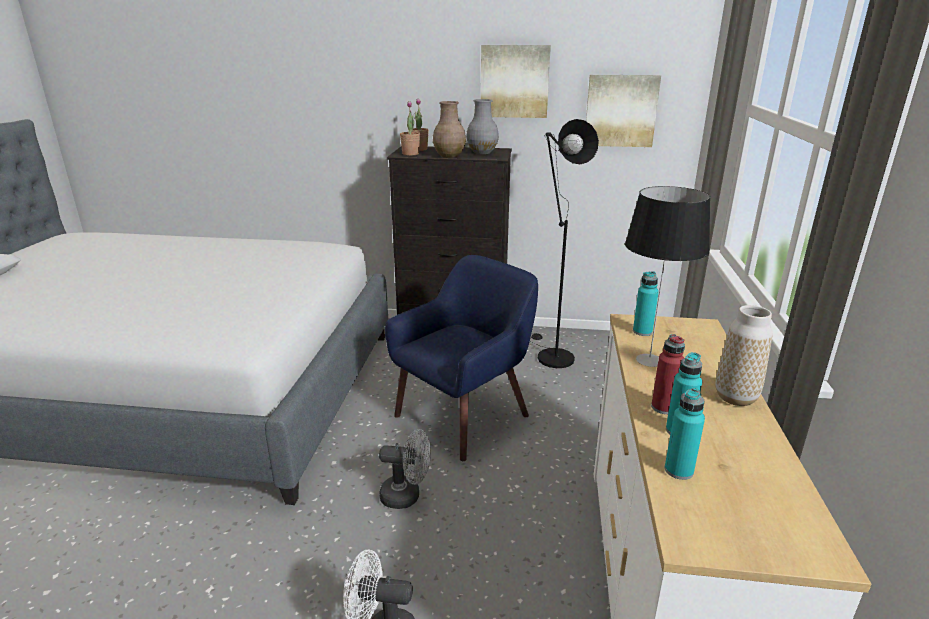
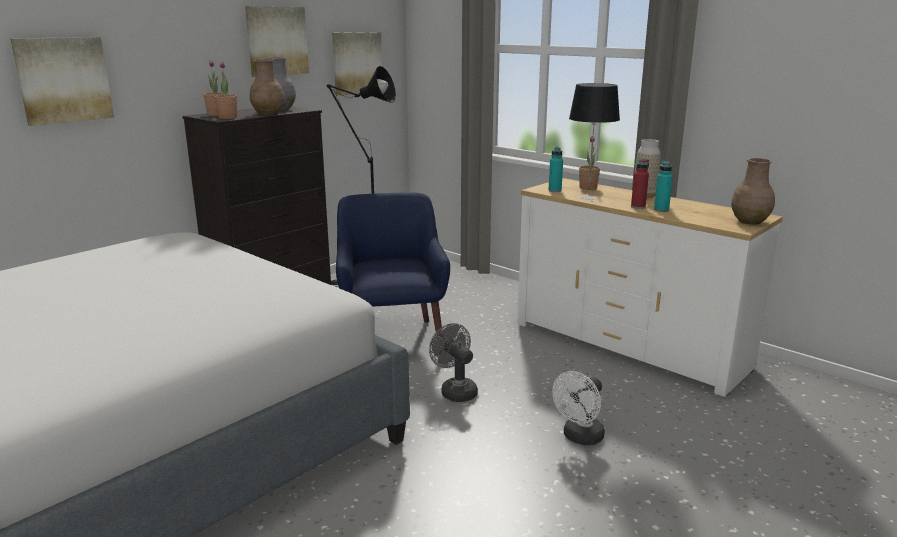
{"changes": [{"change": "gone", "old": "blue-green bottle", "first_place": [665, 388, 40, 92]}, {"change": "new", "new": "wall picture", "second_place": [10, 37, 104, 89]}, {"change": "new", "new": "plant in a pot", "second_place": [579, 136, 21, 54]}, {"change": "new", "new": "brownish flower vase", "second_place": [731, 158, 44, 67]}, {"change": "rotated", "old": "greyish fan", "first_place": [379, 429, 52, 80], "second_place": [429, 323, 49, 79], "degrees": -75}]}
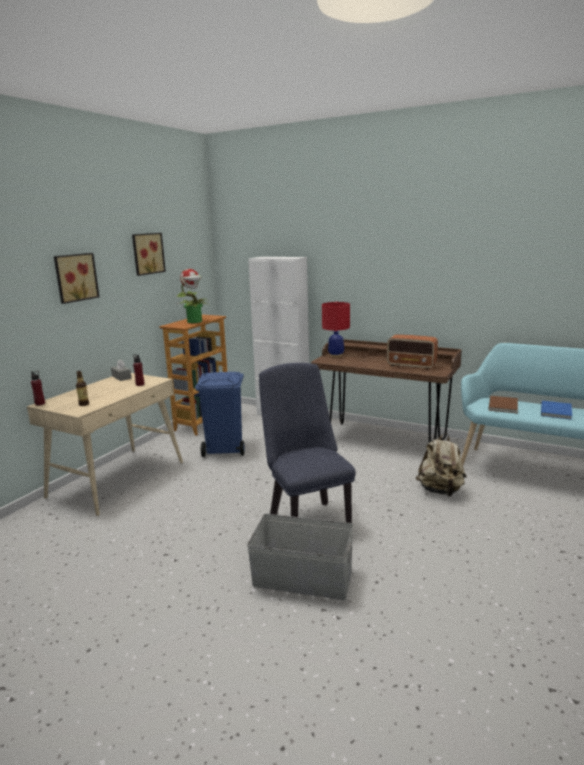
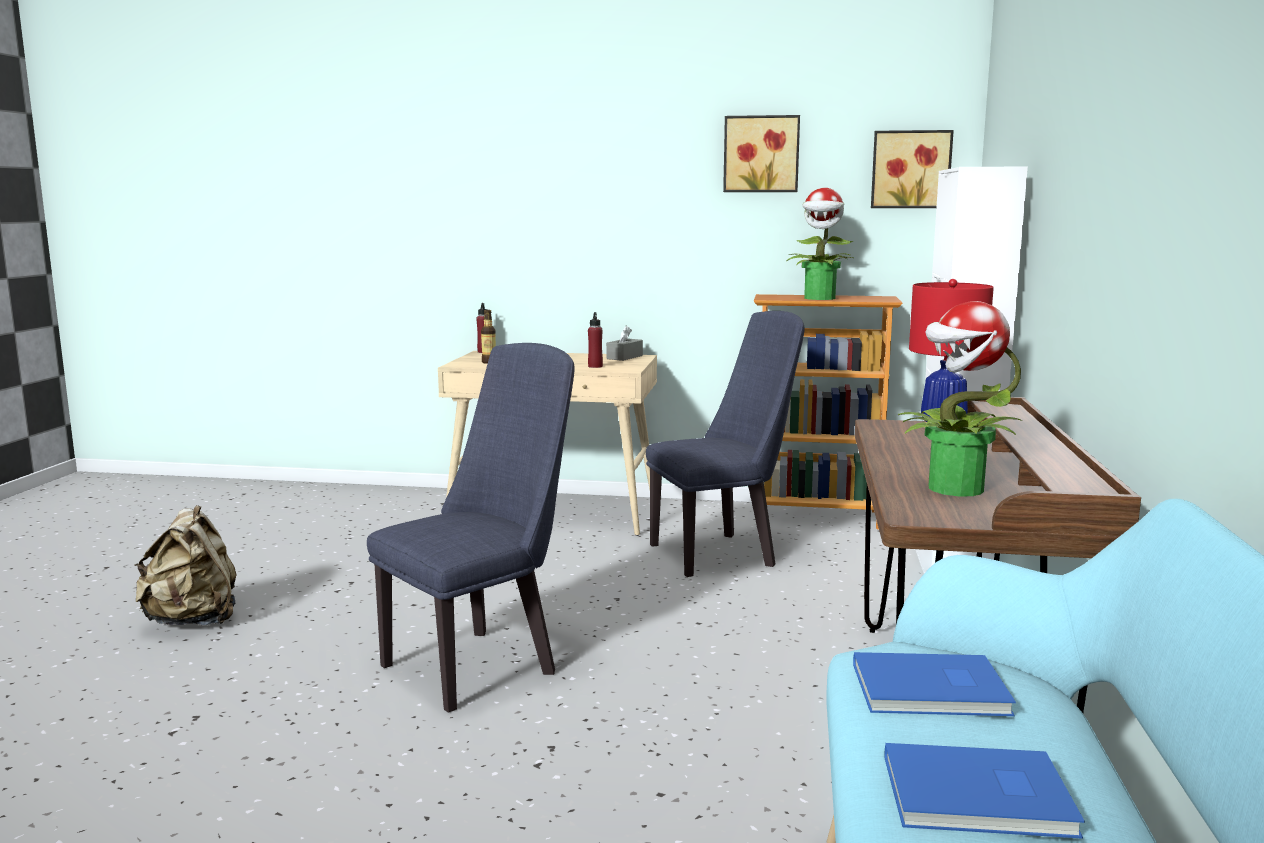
{"changes": [{"change": "gone", "old": "greyish storage bin", "first_place": [247, 514, 106, 86]}, {"change": "shifted", "old": "wall picture", "first_place": [54, 253, 46, 51], "second_place": [871, 130, 83, 78]}, {"change": "shifted", "old": "beige-coloured rucksack", "first_place": [416, 433, 51, 64], "second_place": [134, 505, 103, 120]}, {"change": "swapped", "old": "blue trash can", "new": "blue plain chair", "first_place": [195, 372, 50, 85], "second_place": [646, 311, 159, 266]}, {"change": "swapped", "old": "radio set", "new": "plant in a pot", "first_place": [387, 334, 51, 36], "second_place": [898, 301, 124, 196]}, {"change": "repainted", "old": "brownish volume", "new": "blue volume", "first_place": [489, 396, 29, 17], "second_place": [853, 652, 163, 64]}]}
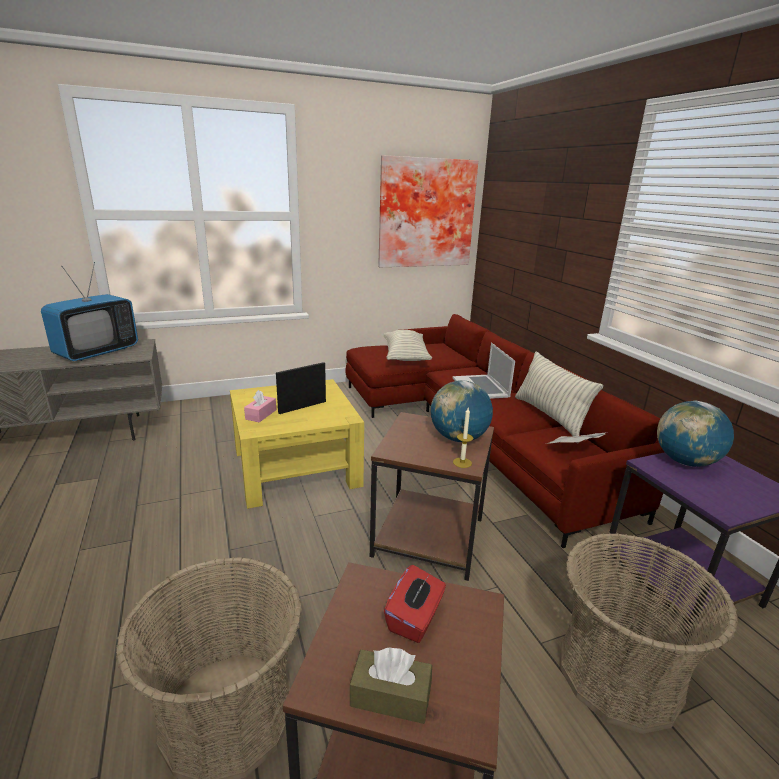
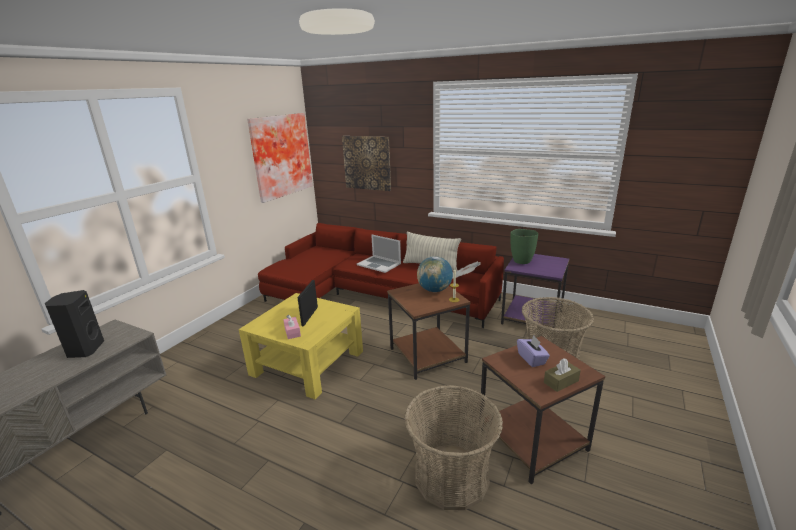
{"changes": [{"change": "gone", "old": "throw pillow", "first_place": [383, 330, 49, 31]}, {"change": "new", "new": "wall picture", "second_place": [342, 136, 49, 55]}, {"change": "swapped", "old": "TV", "new": "blackish loudspeaker", "first_place": [41, 262, 97, 99], "second_place": [45, 290, 59, 68]}, {"change": "swapped", "old": "desk globe", "new": "green-coloured flower vase", "first_place": [657, 400, 77, 67], "second_place": [510, 229, 28, 35]}, {"change": "repainted", "old": "red tissue holder", "new": "purple tissue holder", "first_place": [384, 565, 62, 78], "second_place": [517, 336, 33, 31]}]}
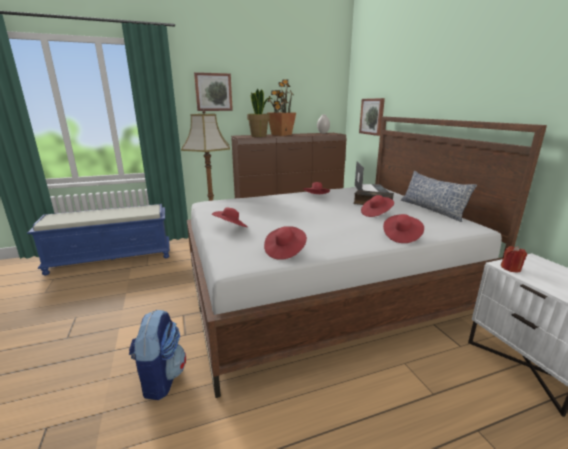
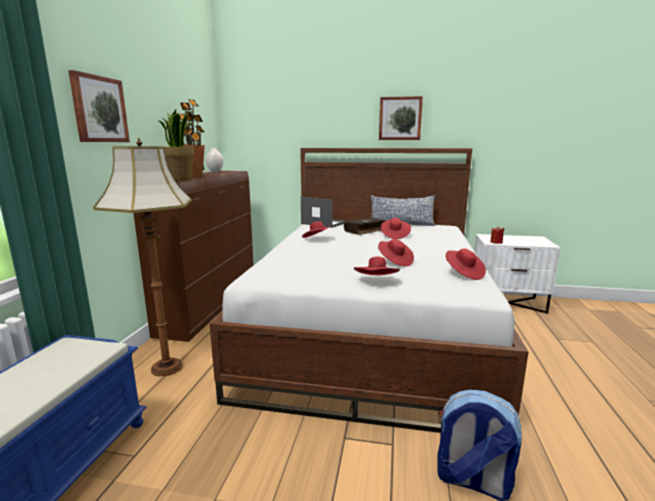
{"changes": [{"change": "shifted", "old": "wall picture", "first_place": [359, 98, 26, 38], "second_place": [379, 96, 44, 44]}, {"change": "shifted", "old": "red wearable hat", "first_place": [383, 214, 41, 29], "second_place": [378, 239, 36, 28]}]}
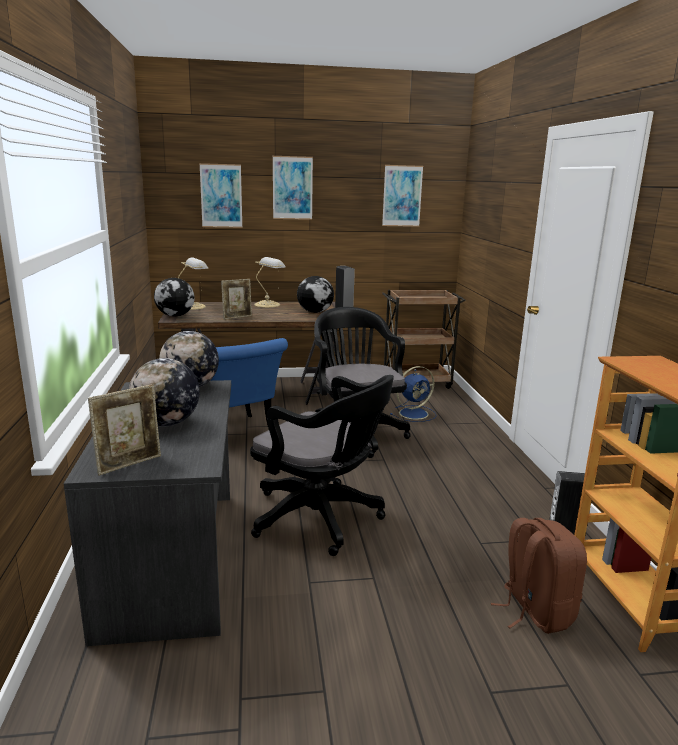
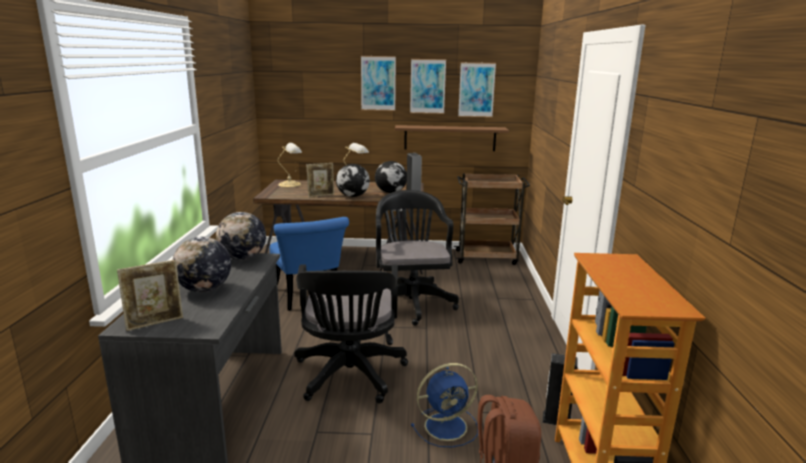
{"changes": [{"change": "new", "new": "brownish bracket shelf", "second_place": [395, 125, 114, 26]}, {"change": "shifted", "old": "desk globe", "first_place": [154, 278, 41, 39], "second_place": [336, 164, 34, 33]}, {"change": "shifted", "old": "wall picture", "first_place": [199, 163, 43, 65], "second_place": [410, 59, 36, 55]}, {"change": "shifted", "old": "blue fan", "first_place": [390, 366, 47, 56], "second_place": [411, 363, 67, 84]}, {"change": "rotated", "old": "blackish desk chair", "first_place": [250, 375, 144, 181], "second_place": [295, 265, 113, 139], "degrees": 45}]}
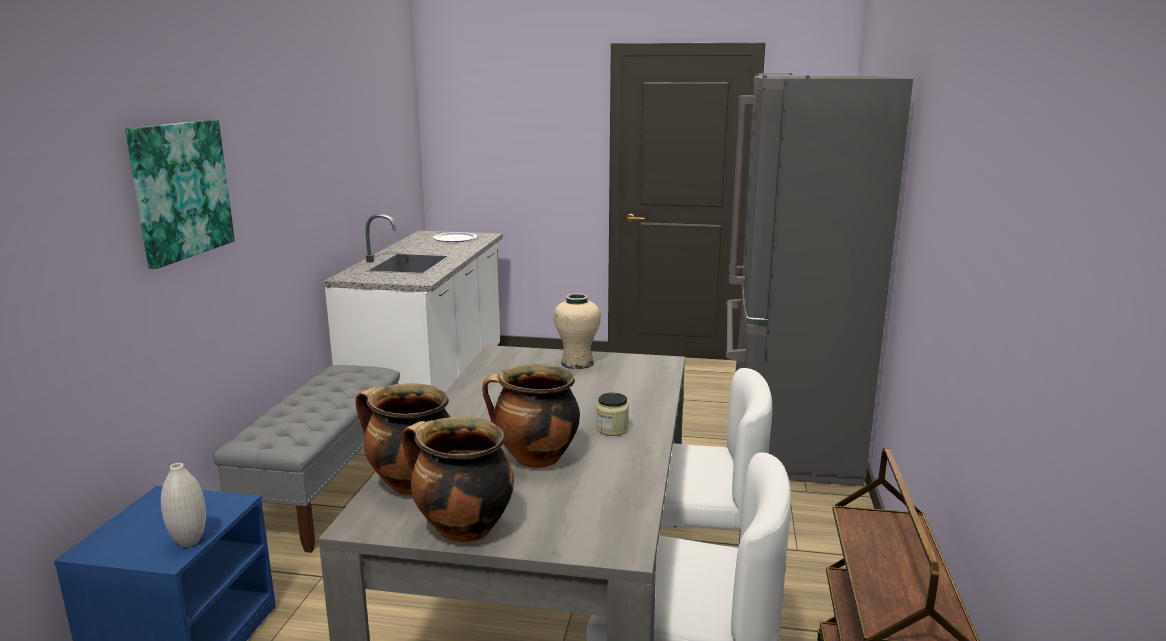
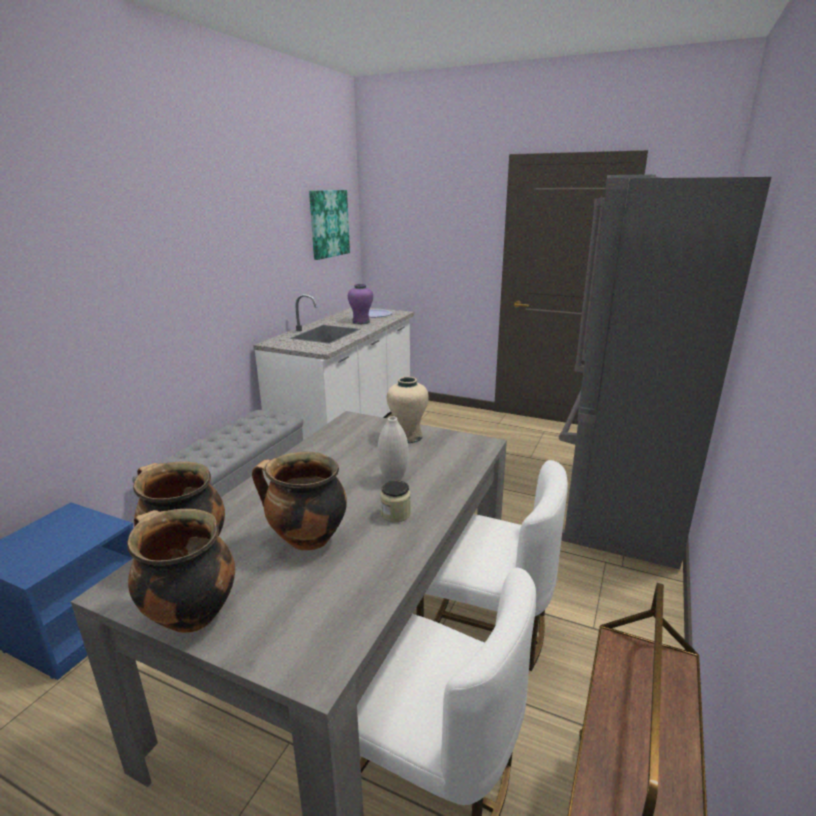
{"changes": [{"change": "new", "new": "purple flower vase", "second_place": [348, 284, 25, 40]}, {"change": "shifted", "old": "wall picture", "first_place": [125, 120, 110, 149], "second_place": [309, 190, 41, 70]}, {"change": "shifted", "old": "white flower vase", "first_place": [161, 463, 45, 84], "second_place": [378, 416, 31, 66]}]}
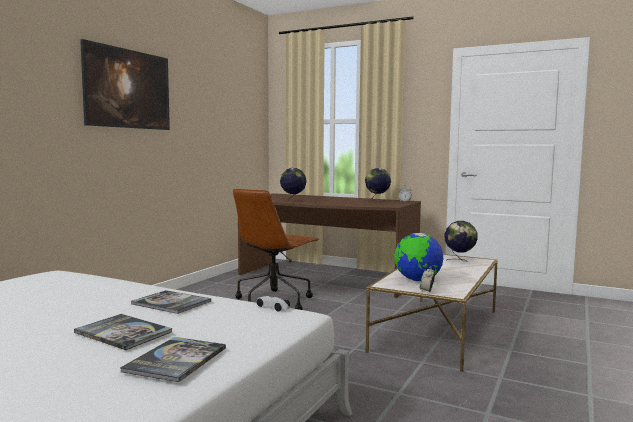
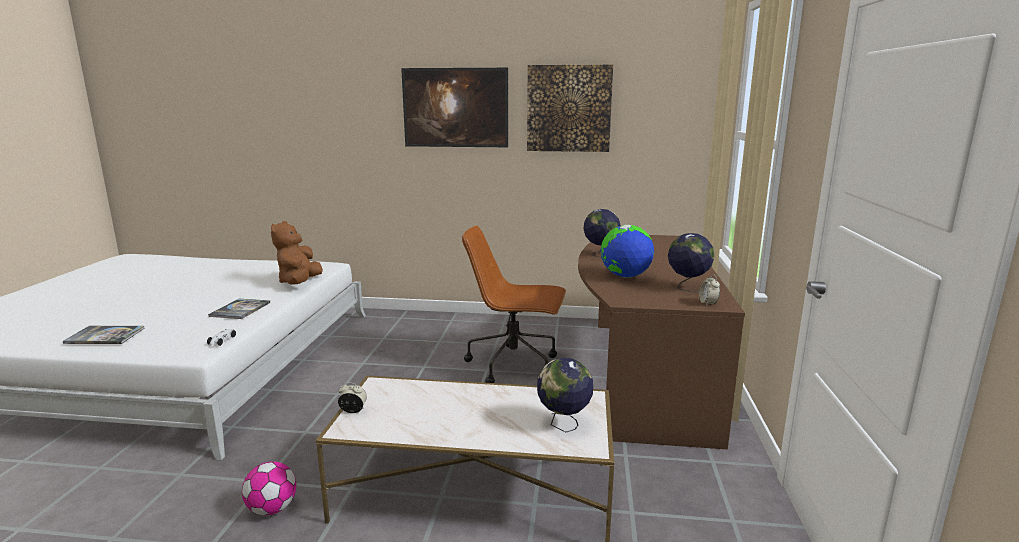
{"changes": [{"change": "gone", "old": "volume", "first_place": [74, 314, 98, 36]}, {"change": "new", "new": "football", "second_place": [242, 461, 54, 54]}, {"change": "new", "new": "brownish soft toy", "second_place": [271, 221, 52, 64]}, {"change": "new", "new": "wall picture", "second_place": [527, 65, 86, 87]}, {"change": "shifted", "old": "desk globe", "first_place": [394, 233, 50, 48], "second_place": [600, 225, 54, 53]}]}
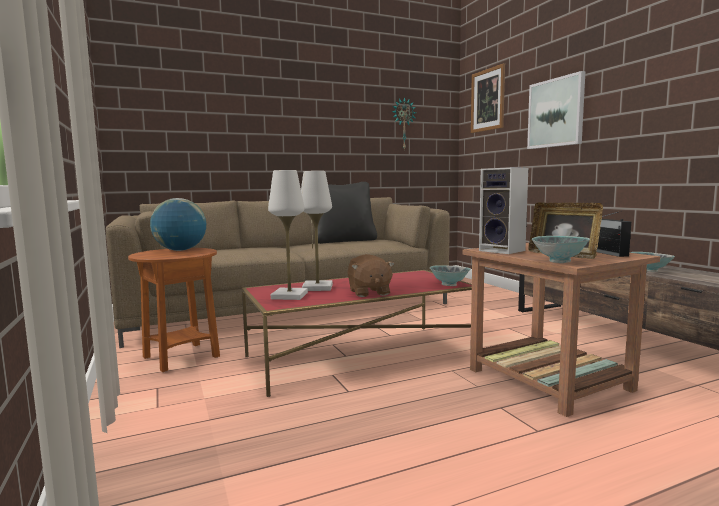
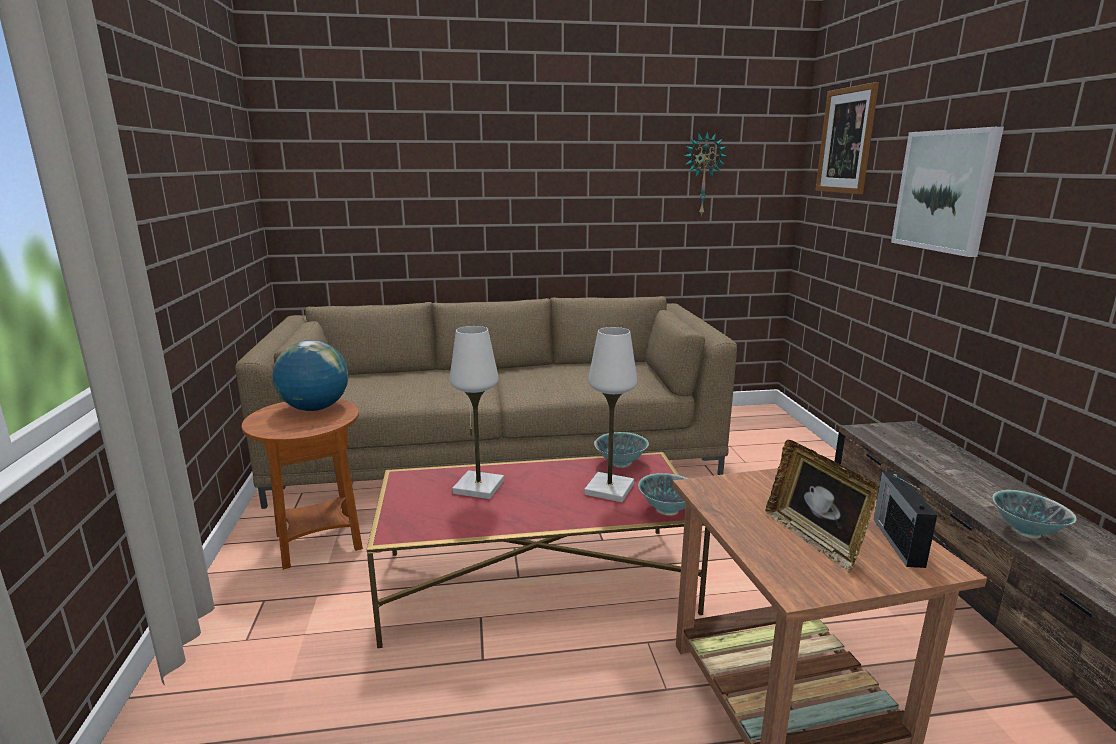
{"changes": [{"change": "gone", "old": "blackish throw pillow", "first_place": [318, 182, 59, 62]}, {"change": "gone", "old": "brownish soft toy", "first_place": [347, 254, 48, 43]}, {"change": "gone", "old": "loudspeaker", "first_place": [479, 167, 49, 87]}, {"change": "shifted", "old": "white table lamp", "first_place": [268, 170, 40, 130], "second_place": [584, 327, 53, 175]}, {"change": "shifted", "old": "bowl", "first_place": [532, 236, 58, 27], "second_place": [594, 432, 55, 36]}]}
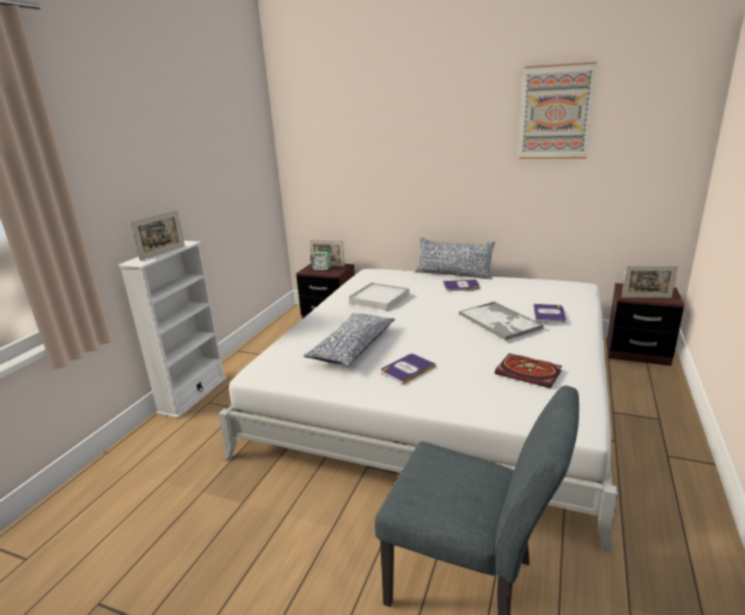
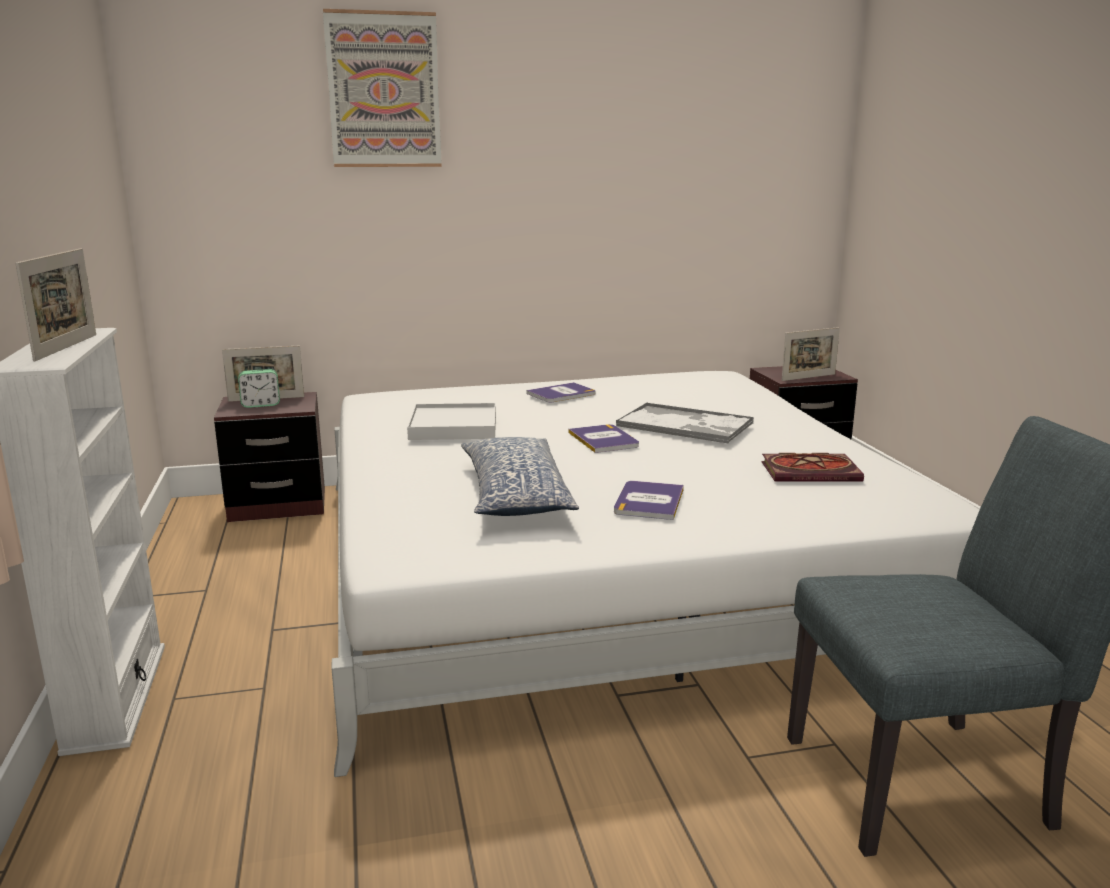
{"changes": [{"change": "gone", "old": "throw pillow", "first_place": [415, 237, 80, 42]}, {"change": "shifted", "old": "wall picture", "first_place": [519, 62, 78, 97], "second_place": [323, 9, 119, 158]}, {"change": "shifted", "old": "volume", "first_place": [533, 304, 33, 19], "second_place": [568, 424, 71, 29]}]}
